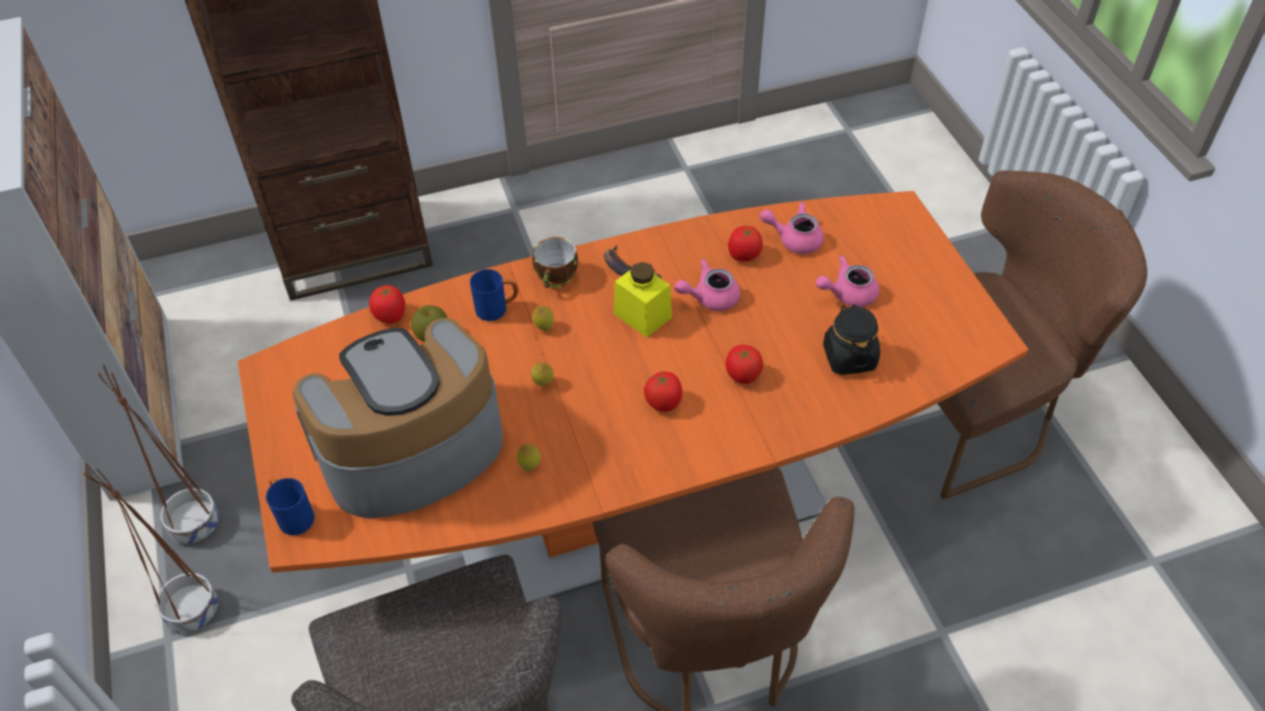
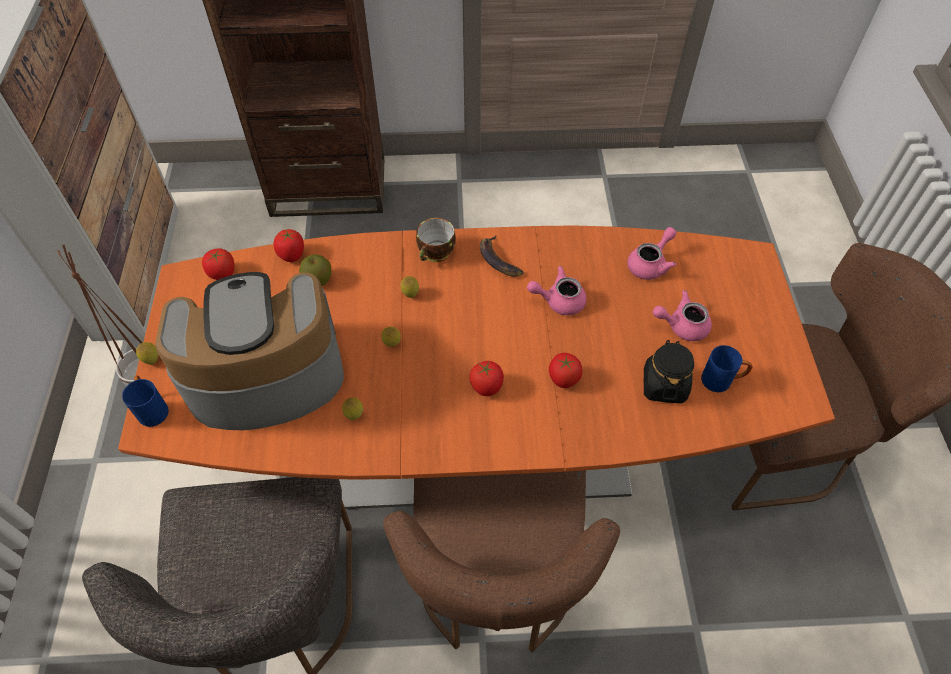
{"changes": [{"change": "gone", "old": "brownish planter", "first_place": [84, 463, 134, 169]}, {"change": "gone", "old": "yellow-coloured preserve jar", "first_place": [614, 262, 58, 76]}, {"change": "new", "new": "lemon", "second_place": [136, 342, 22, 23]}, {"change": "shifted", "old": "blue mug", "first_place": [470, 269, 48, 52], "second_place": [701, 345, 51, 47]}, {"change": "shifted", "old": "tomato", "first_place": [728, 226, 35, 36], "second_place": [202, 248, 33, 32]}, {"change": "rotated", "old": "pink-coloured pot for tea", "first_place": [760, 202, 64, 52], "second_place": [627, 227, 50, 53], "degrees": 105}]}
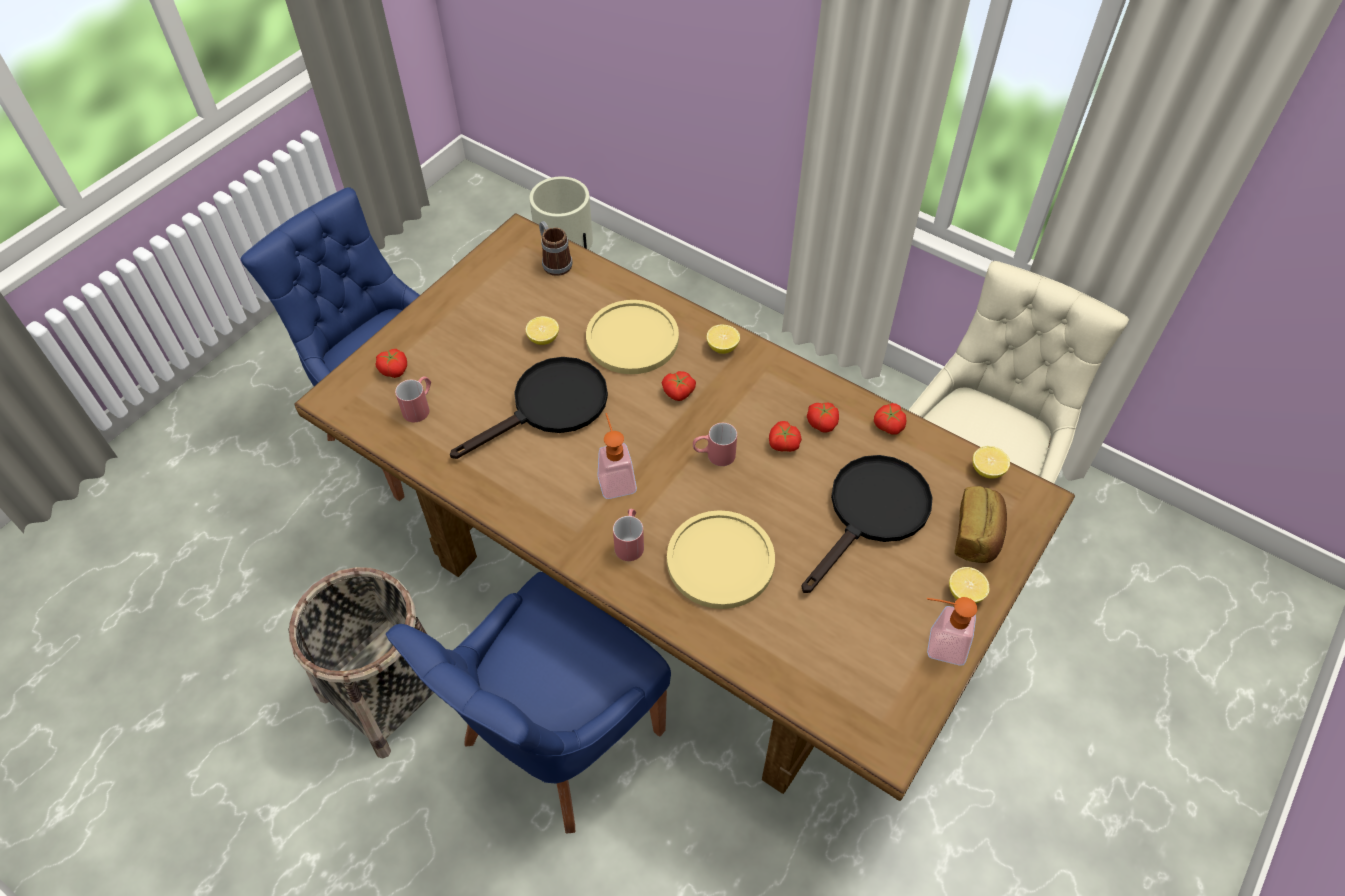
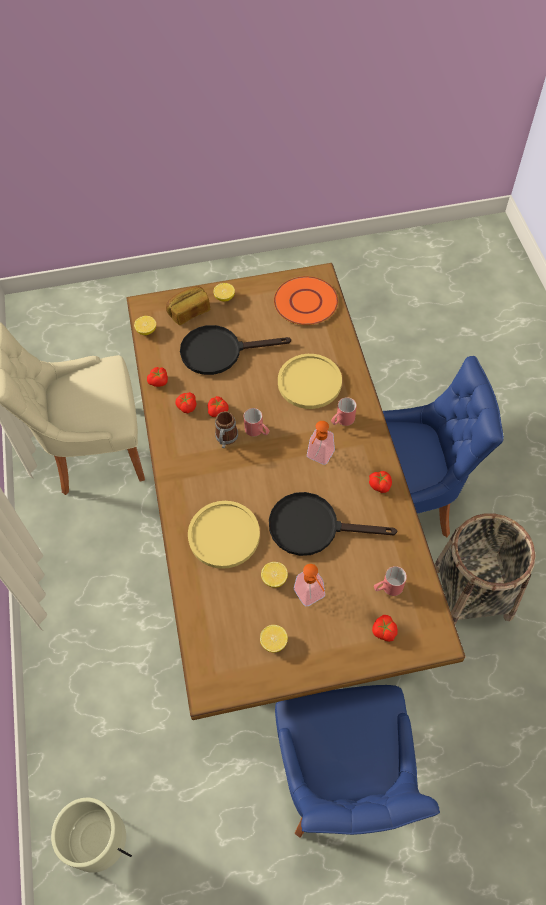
{"changes": [{"change": "new", "new": "orangey flat dish", "second_place": [274, 276, 64, 49]}, {"change": "shifted", "old": "mug", "first_place": [539, 221, 34, 55], "second_place": [215, 411, 23, 37]}, {"change": "shifted", "old": "tomato", "first_place": [662, 371, 34, 30], "second_place": [369, 471, 23, 22]}, {"change": "shifted", "old": "lemon", "first_place": [706, 325, 34, 29], "second_place": [260, 625, 28, 27]}, {"change": "shifted", "old": "soap dispenser", "first_place": [927, 597, 50, 69], "second_place": [294, 564, 31, 42]}]}
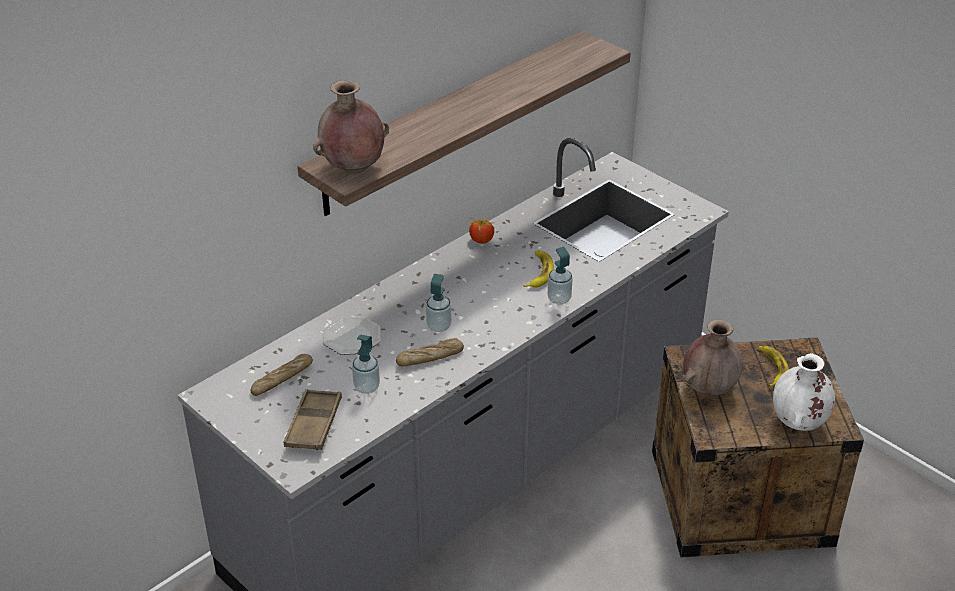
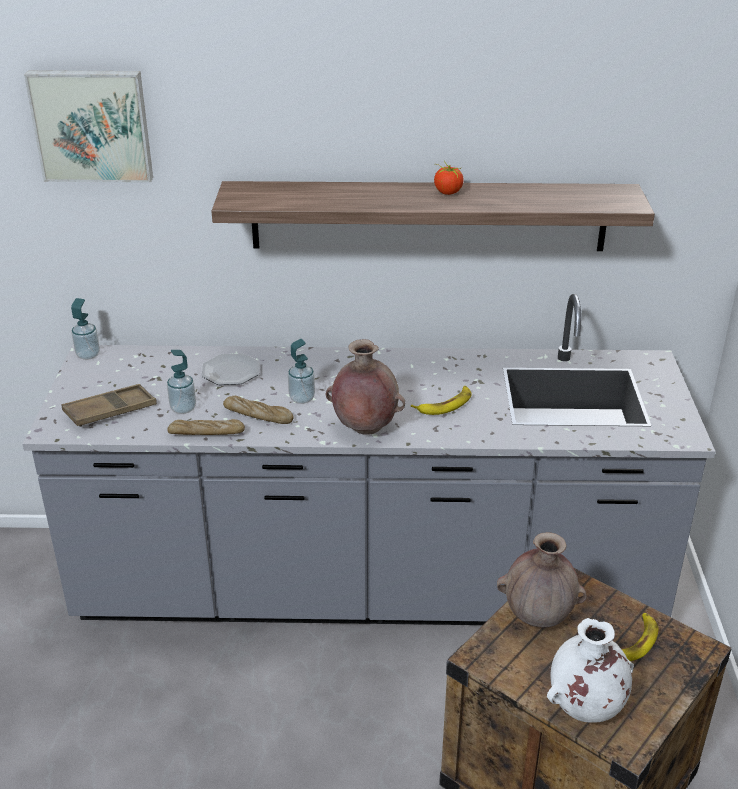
{"changes": [{"change": "new", "new": "wall picture", "second_place": [24, 70, 129, 113]}, {"change": "shifted", "old": "bakery bread", "first_place": [251, 354, 62, 42], "second_place": [167, 419, 78, 16]}, {"change": "shifted", "old": "brownish flower vase", "first_place": [313, 80, 76, 94], "second_place": [325, 339, 80, 96]}, {"change": "shifted", "old": "tomato", "first_place": [469, 217, 26, 27], "second_place": [434, 161, 30, 34]}, {"change": "shifted", "old": "soap dispenser", "first_place": [547, 247, 26, 57], "second_place": [71, 298, 29, 62]}]}
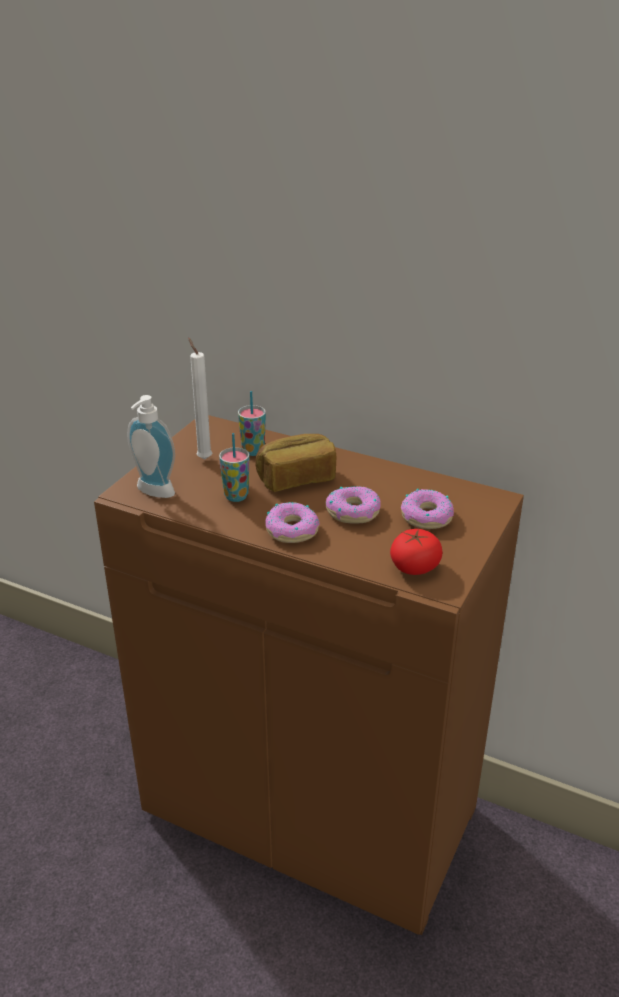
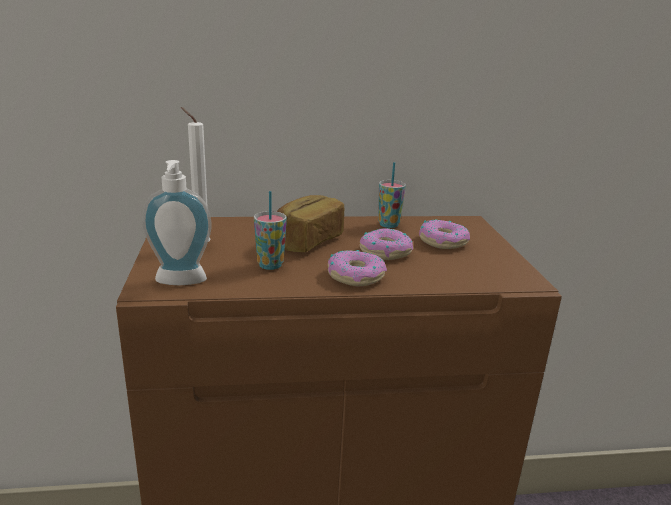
{"changes": [{"change": "gone", "old": "tomato", "first_place": [390, 529, 52, 46]}, {"change": "shifted", "old": "drinking cup", "first_place": [238, 391, 28, 65], "second_place": [378, 162, 28, 66]}]}
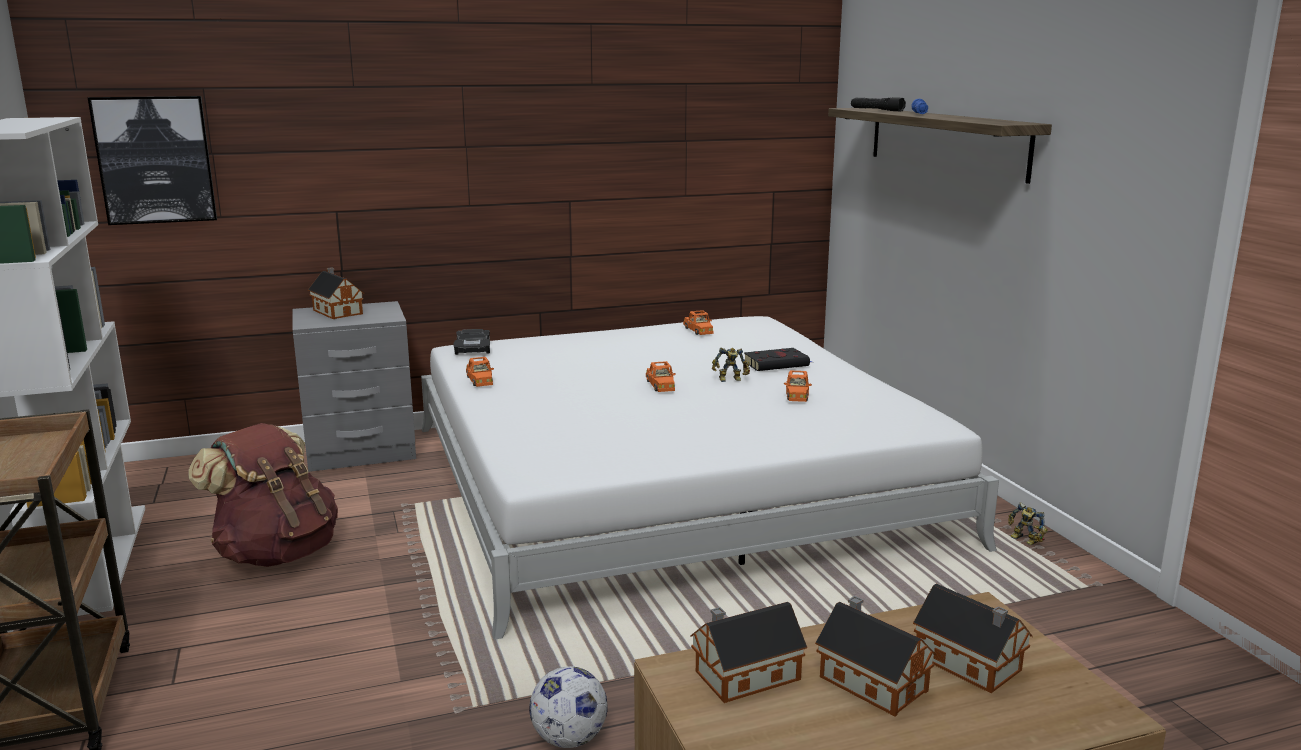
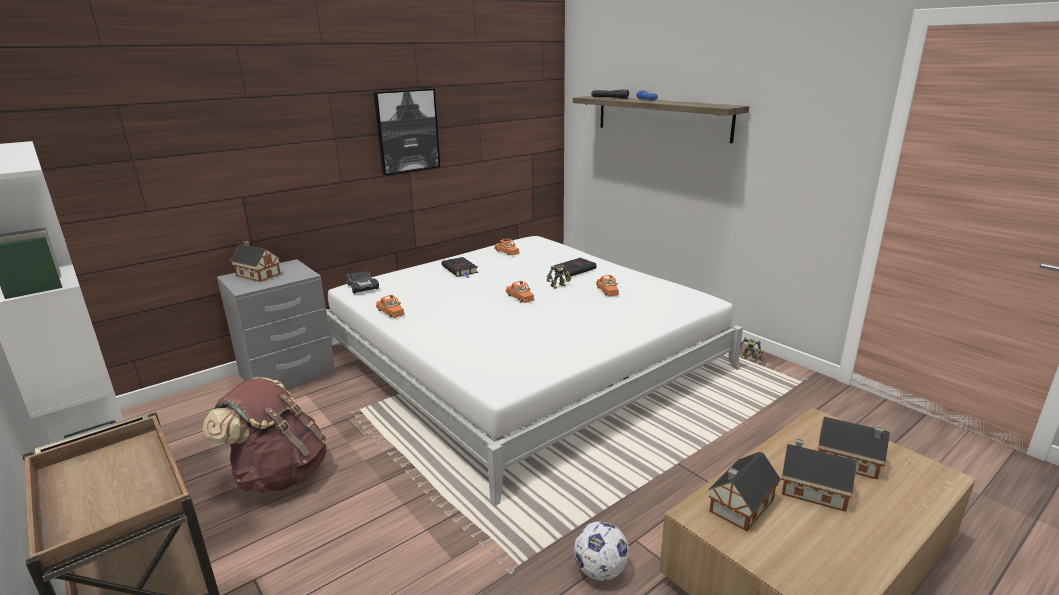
{"changes": [{"change": "new", "new": "blackish volume", "second_place": [442, 257, 36, 21]}, {"change": "shifted", "old": "wall picture", "first_place": [88, 96, 129, 129], "second_place": [374, 89, 66, 86]}]}
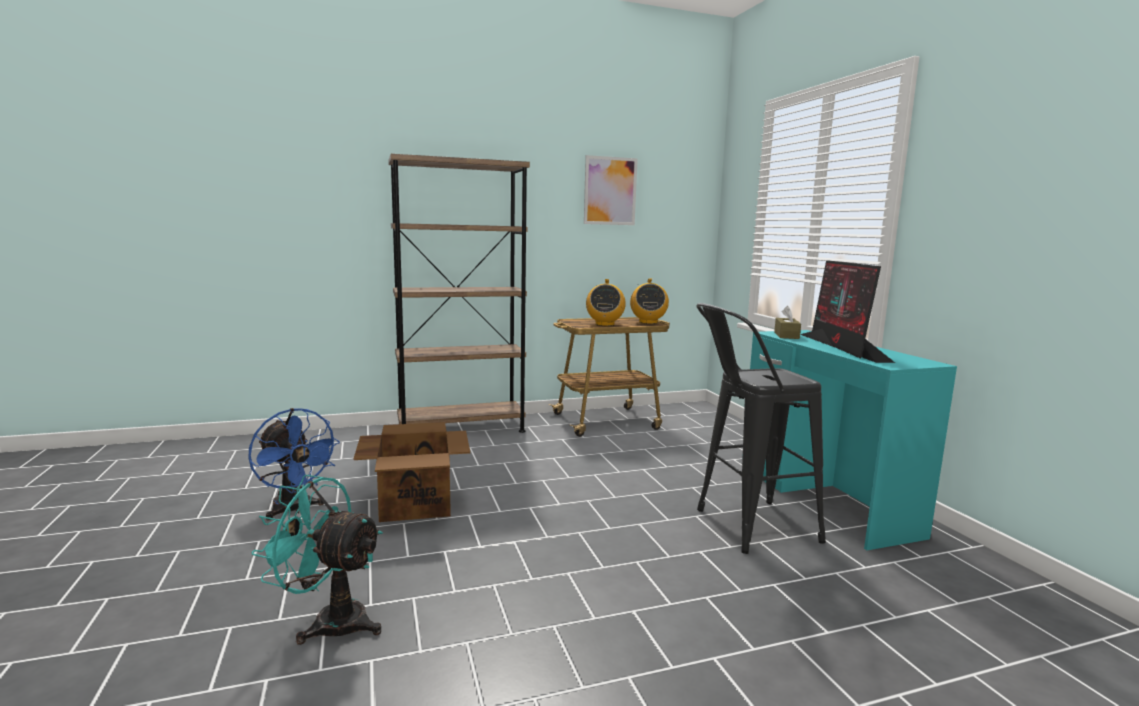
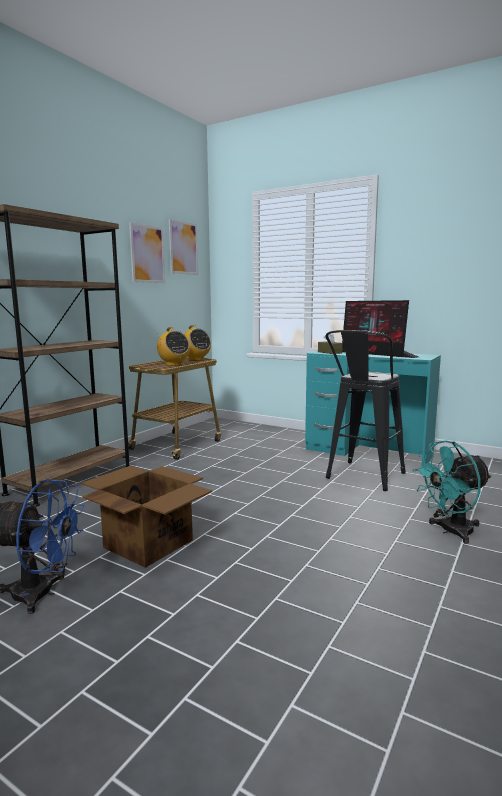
{"changes": [{"change": "new", "new": "wall picture", "second_place": [169, 219, 29, 56]}, {"change": "shifted", "old": "blue-green fan", "first_place": [251, 475, 132, 170], "second_place": [412, 440, 80, 104]}]}
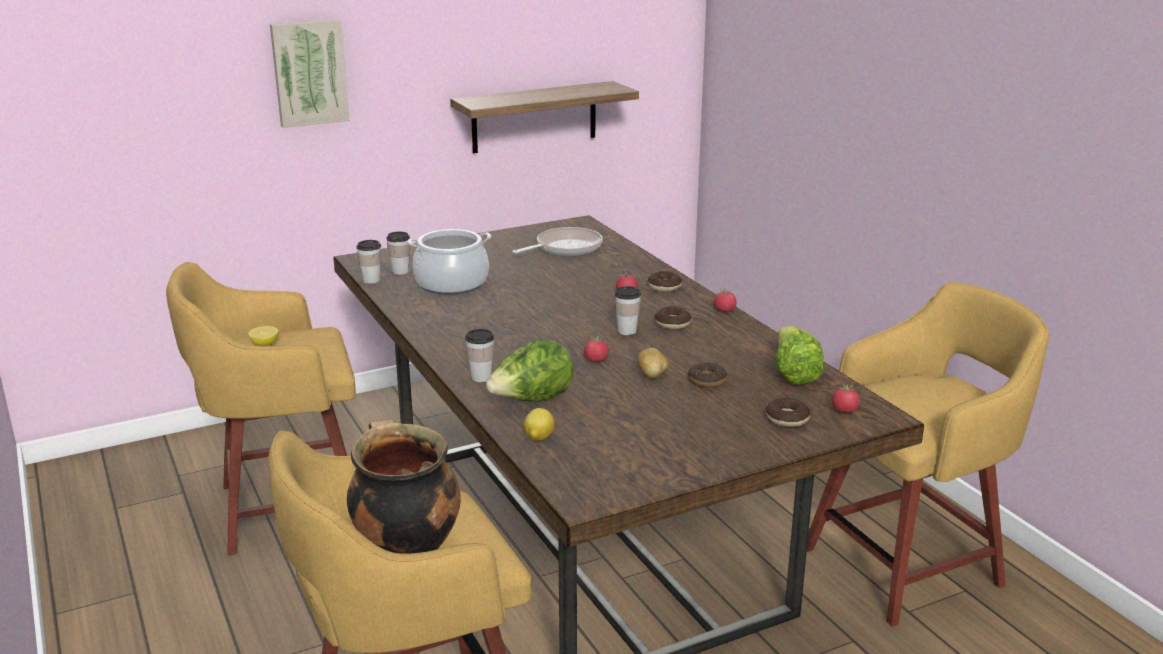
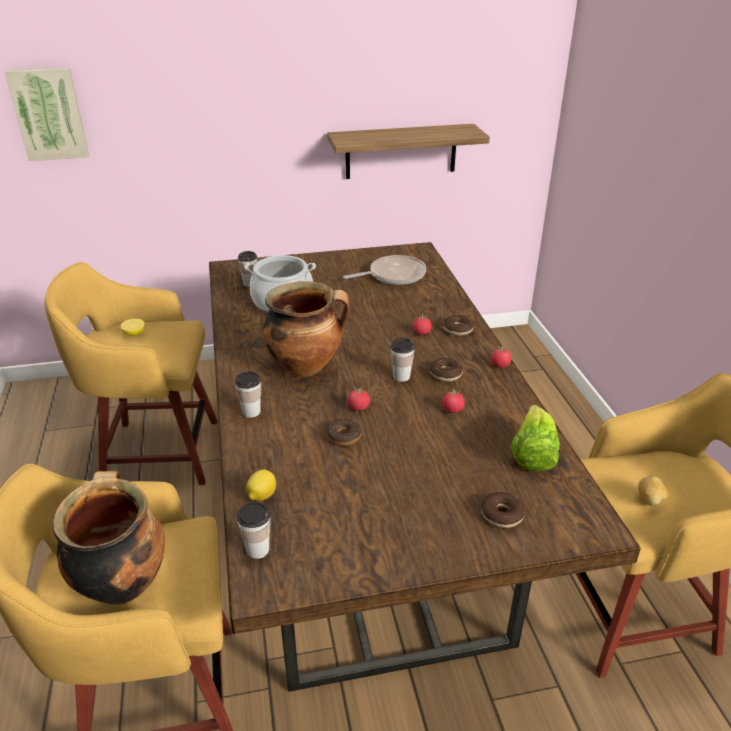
{"changes": [{"change": "gone", "old": "head of lettuce", "first_place": [486, 340, 88, 62]}, {"change": "new", "new": "cooking pot", "second_place": [263, 281, 87, 96]}, {"change": "shifted", "old": "wall picture", "first_place": [270, 19, 79, 109], "second_place": [5, 67, 84, 94]}, {"change": "shifted", "old": "drinking cup", "first_place": [356, 240, 25, 44], "second_place": [237, 502, 34, 57]}, {"change": "shifted", "old": "potato", "first_place": [637, 348, 32, 30], "second_place": [638, 476, 31, 30]}, {"change": "shifted", "old": "doughnut", "first_place": [688, 363, 39, 25], "second_place": [326, 418, 36, 28]}, {"change": "shifted", "old": "tomato", "first_place": [832, 383, 28, 30], "second_place": [442, 388, 23, 25]}]}
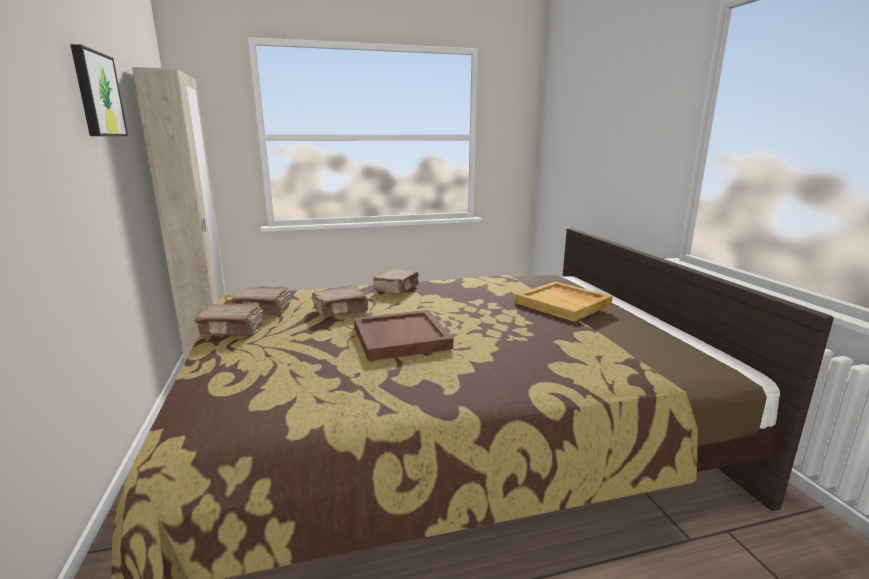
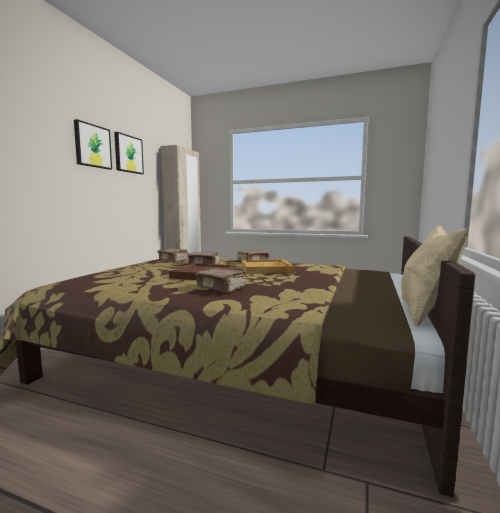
{"changes": [{"change": "new", "new": "wall picture", "second_place": [74, 119, 38, 51]}, {"change": "new", "new": "beige-coloured throw pillow", "second_place": [401, 225, 68, 102]}, {"change": "shifted", "old": "brownish volume", "first_place": [195, 303, 68, 33], "second_place": [195, 268, 51, 25]}, {"change": "shifted", "old": "beige-coloured carrying tray", "first_place": [516, 281, 97, 41], "second_place": [242, 259, 52, 15]}]}
